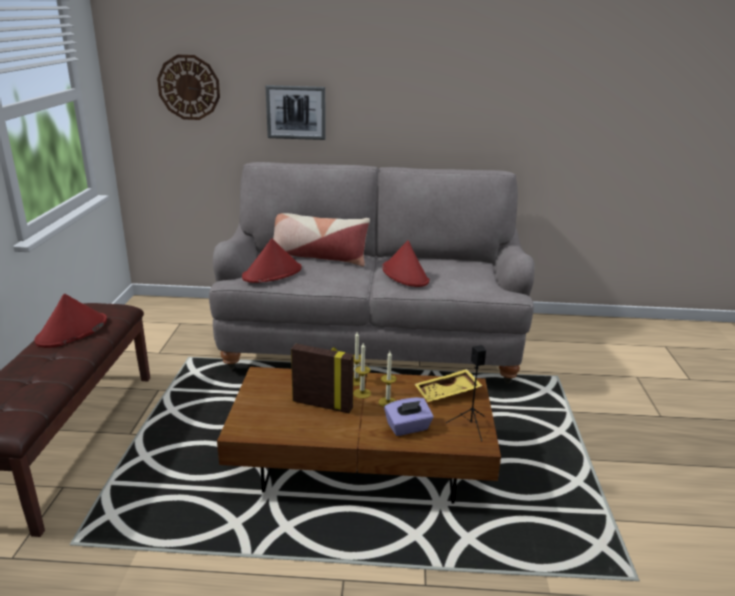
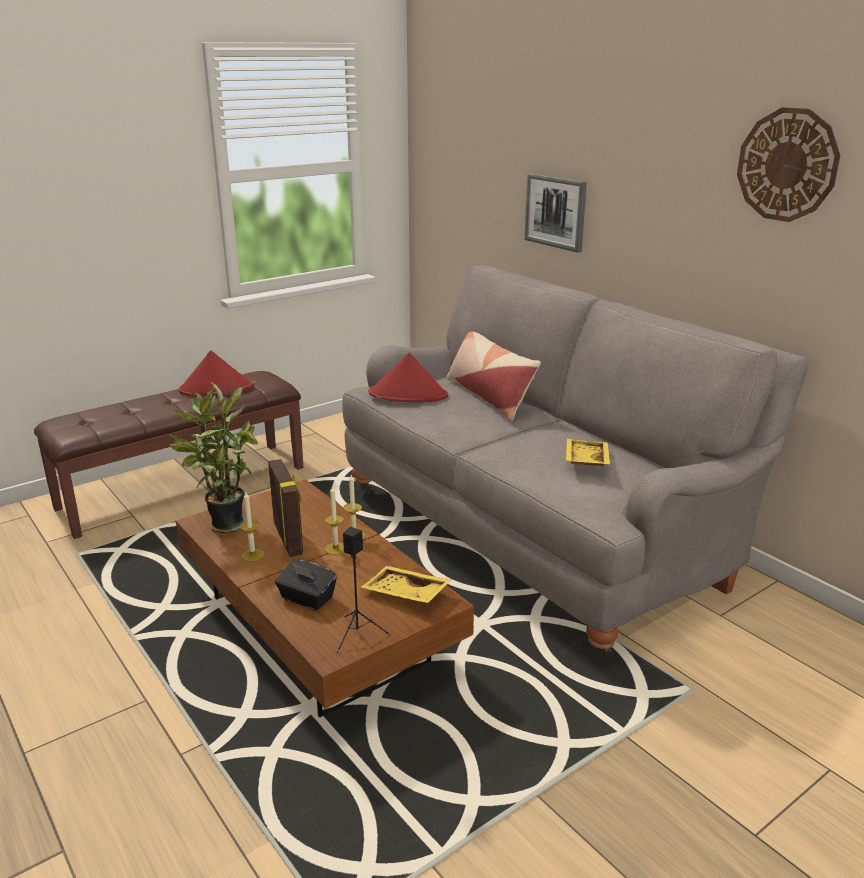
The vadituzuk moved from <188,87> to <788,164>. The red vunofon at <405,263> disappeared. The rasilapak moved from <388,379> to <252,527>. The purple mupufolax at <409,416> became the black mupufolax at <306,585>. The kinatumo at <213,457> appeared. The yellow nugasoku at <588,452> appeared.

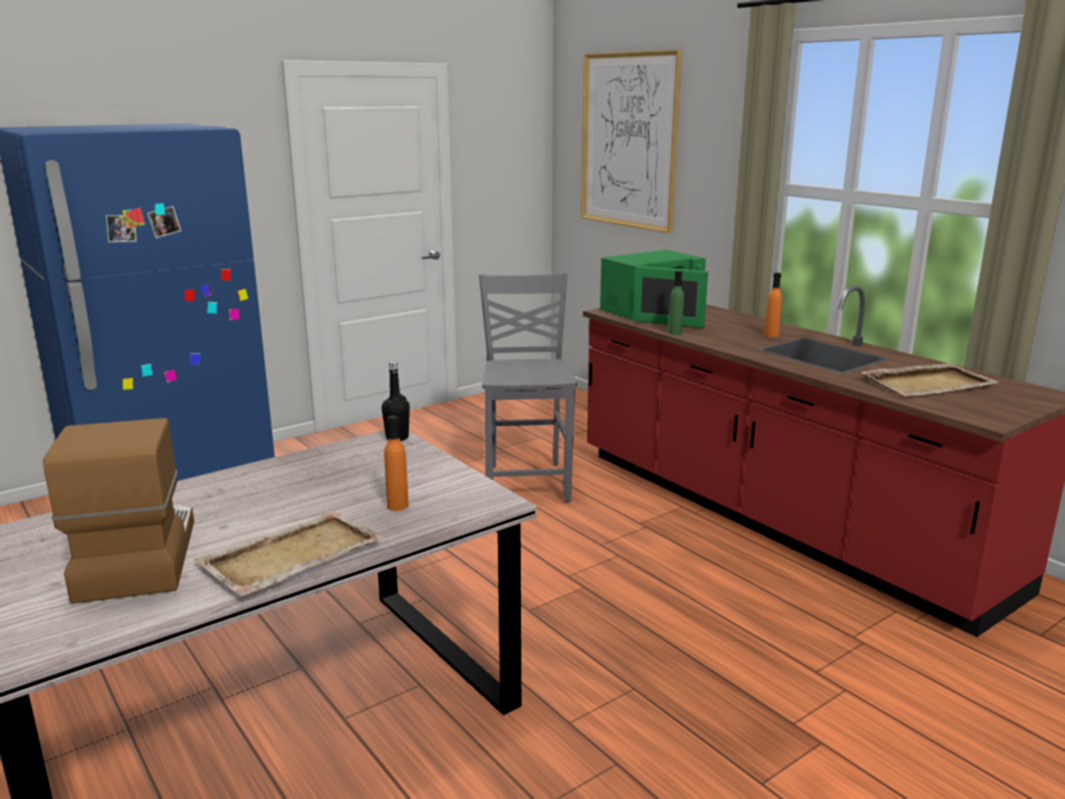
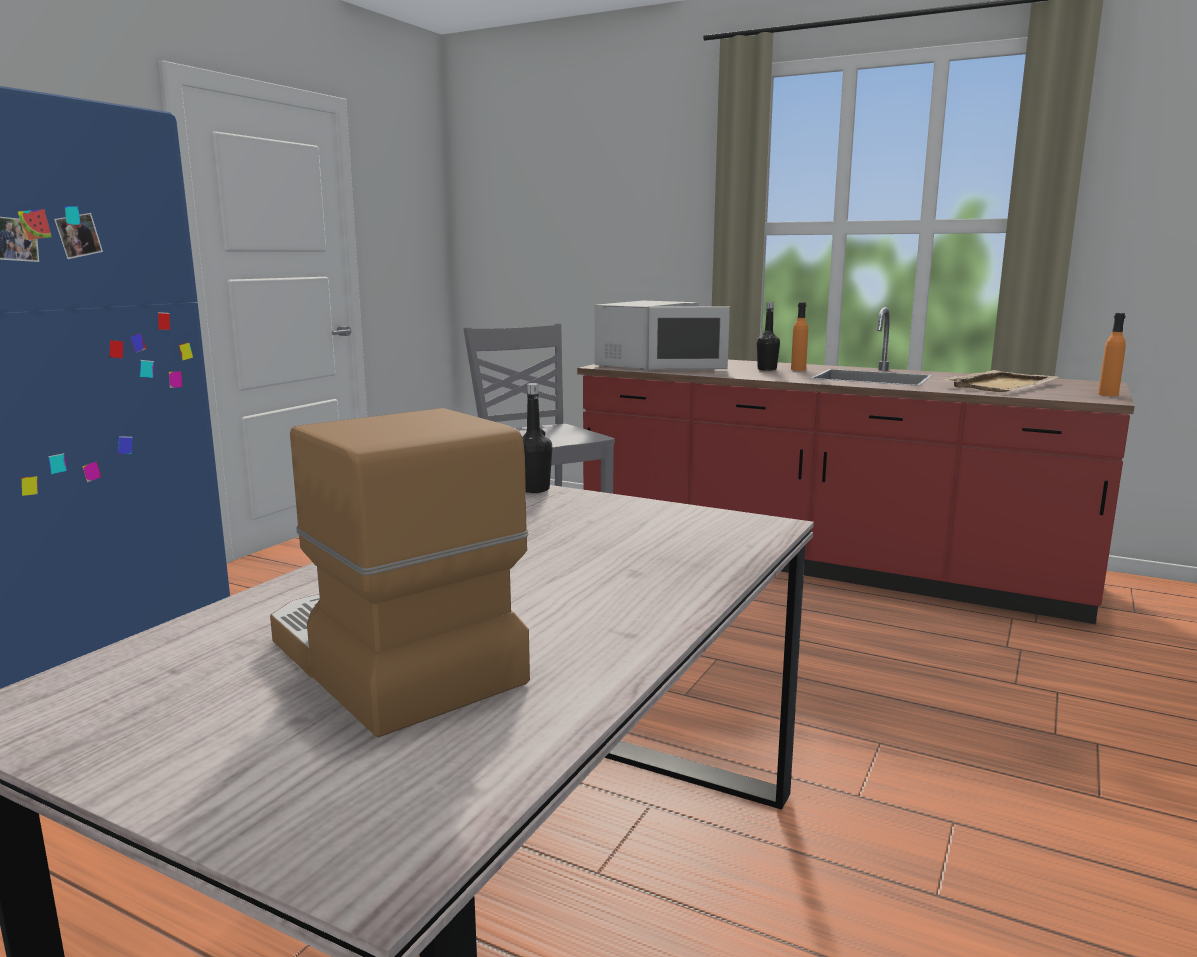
The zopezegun at <631,141> disappeared. The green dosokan at <654,289> became the white dosokan at <662,335>. The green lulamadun at <676,303> disappeared. The orange lulamadun moved from <396,463> to <1112,354>. The beige nugasoku at <289,553> disappeared. The black lulamadun at <768,336> appeared.

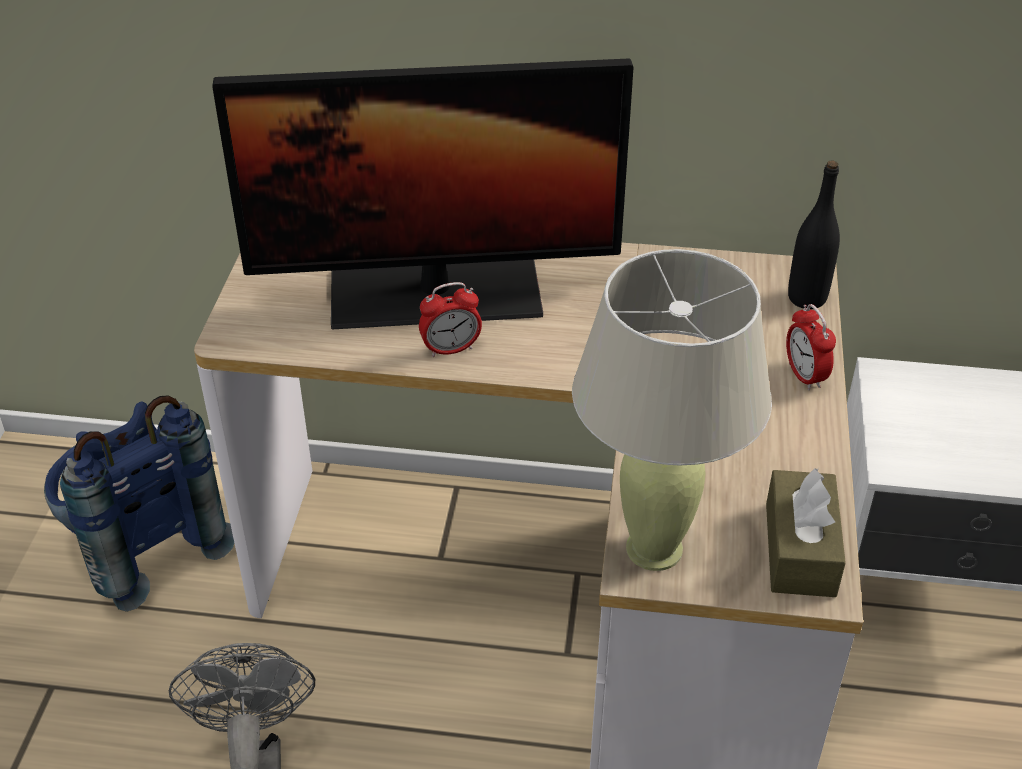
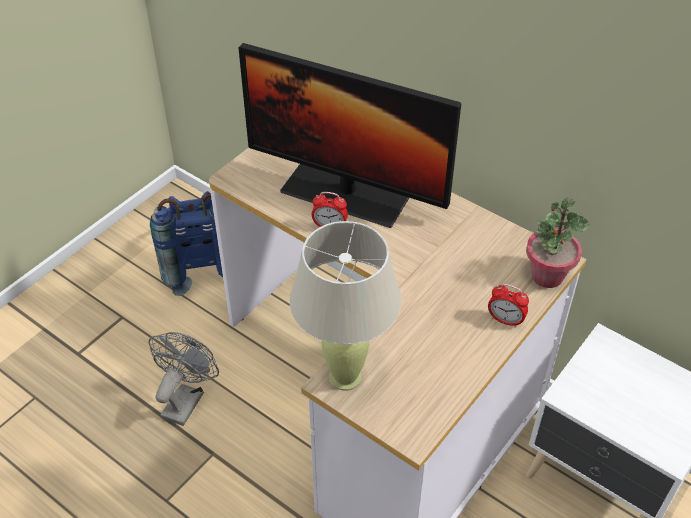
The black lulamadun at <814,234> was replaced by the kinatumo at <558,242>. The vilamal at <811,347> turned 75 degrees counterclockwise. The brown mupufolax at <806,532> disappeared.

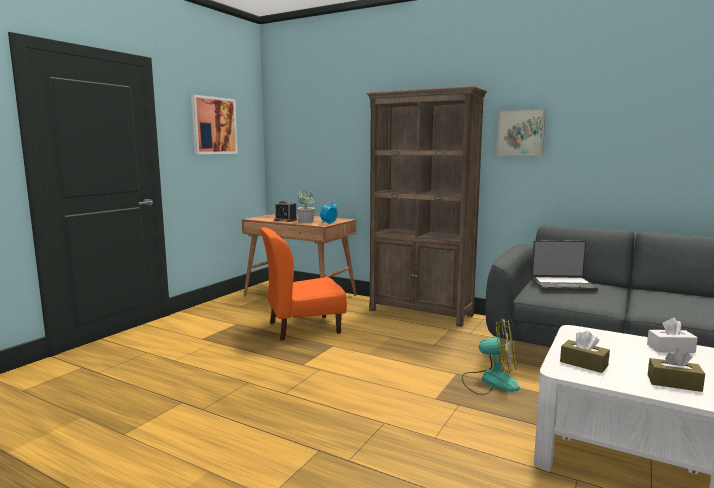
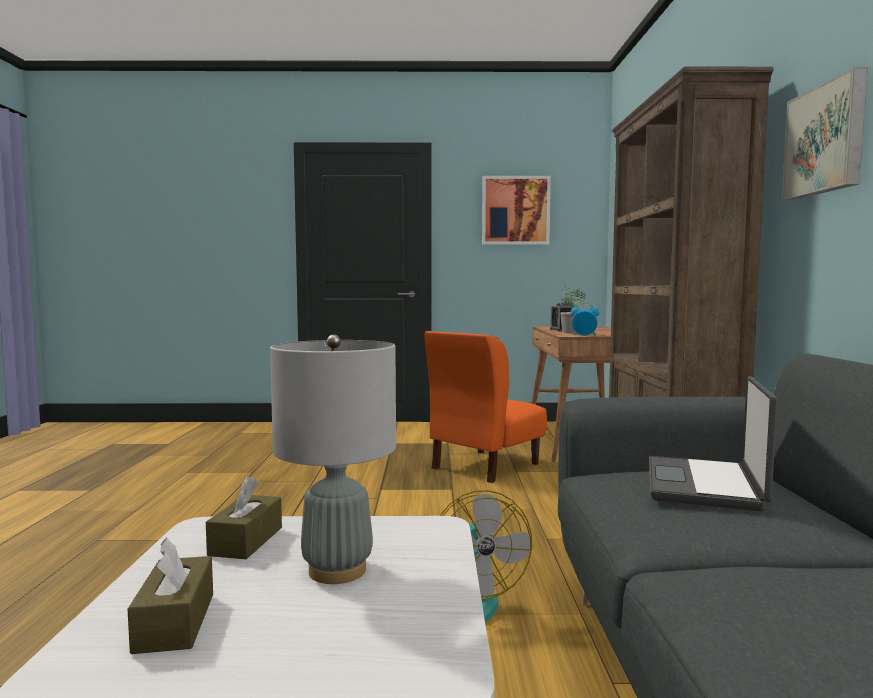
The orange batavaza at <303,284> turned 90 degrees counterclockwise. The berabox at <564,265> turned 45 degrees clockwise. The white mupufolax at <672,335> disappeared. The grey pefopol at <333,459> appeared.

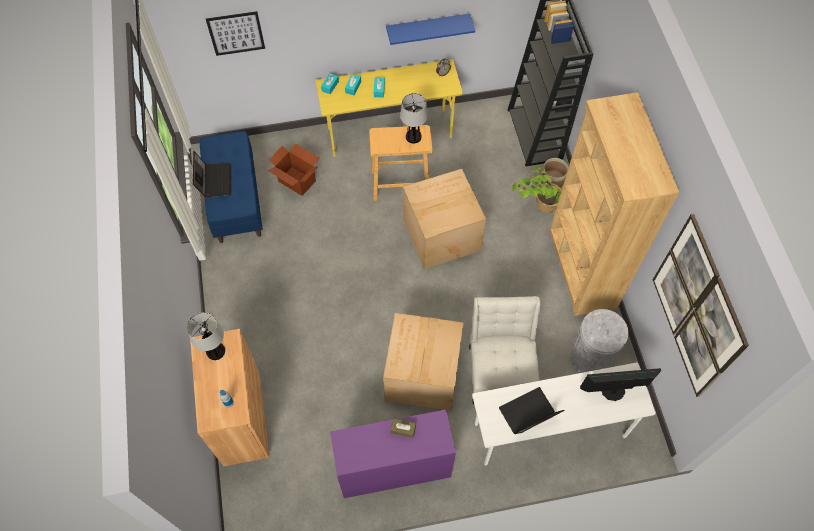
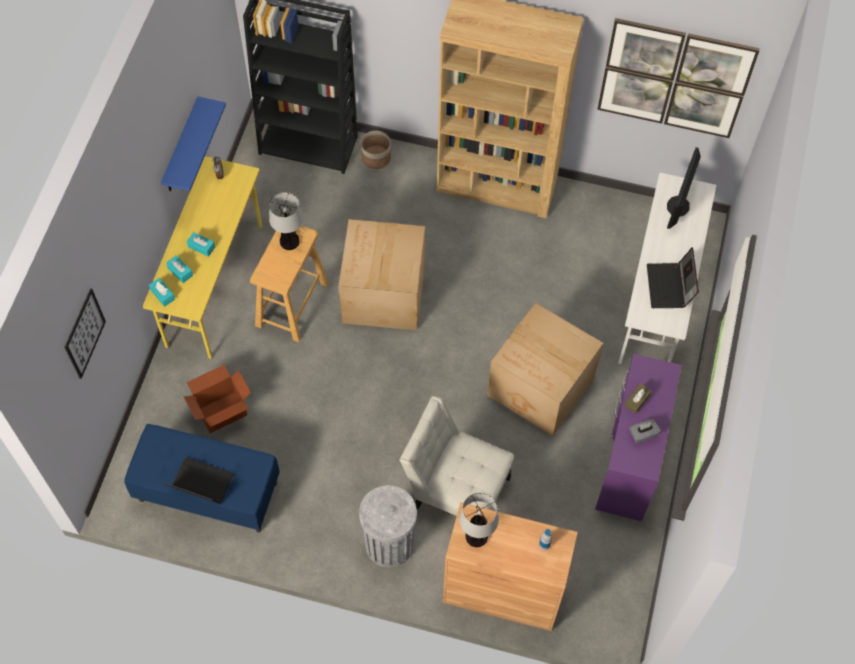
The kinatumo at <537,189> disappeared. The white batavaza moved from <505,350> to <457,456>. The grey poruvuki moved from <599,341> to <388,526>. The grey mupufolax at <645,431> appeared.

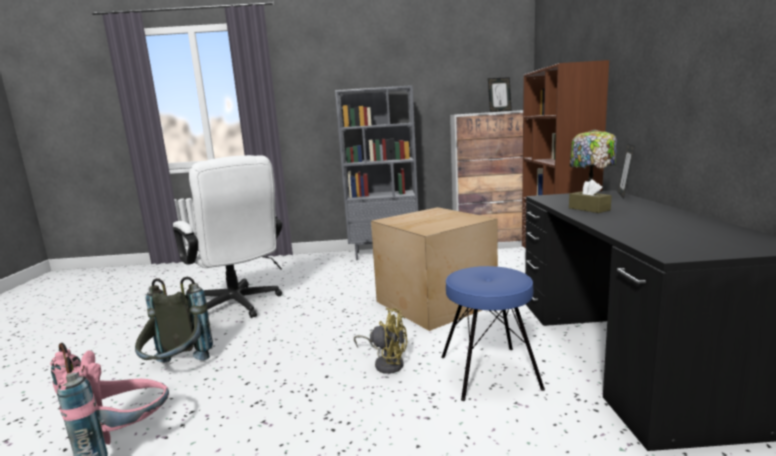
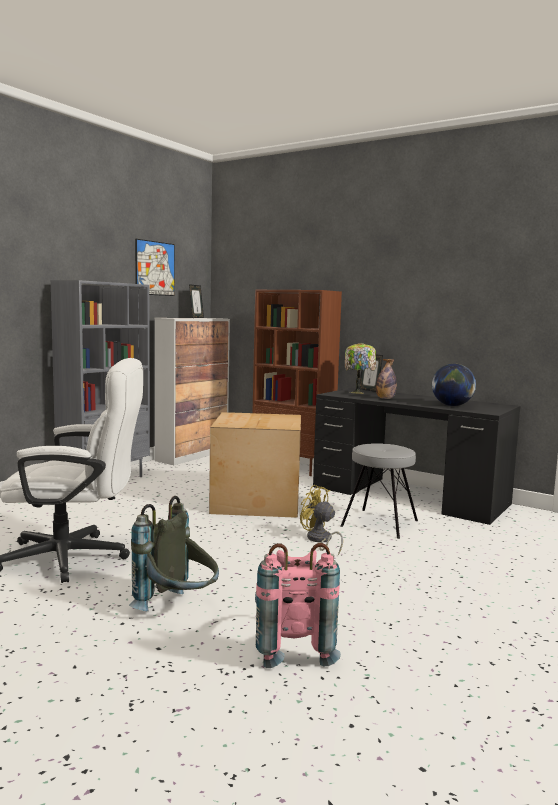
The brown mupufolax at <590,196> was replaced by the lulamadun at <386,379>. The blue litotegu at <493,333> became the grey litotegu at <379,491>. The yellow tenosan at <380,341> turned 105 degrees counterclockwise. The zopezegun at <155,267> appeared. The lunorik at <454,384> appeared.

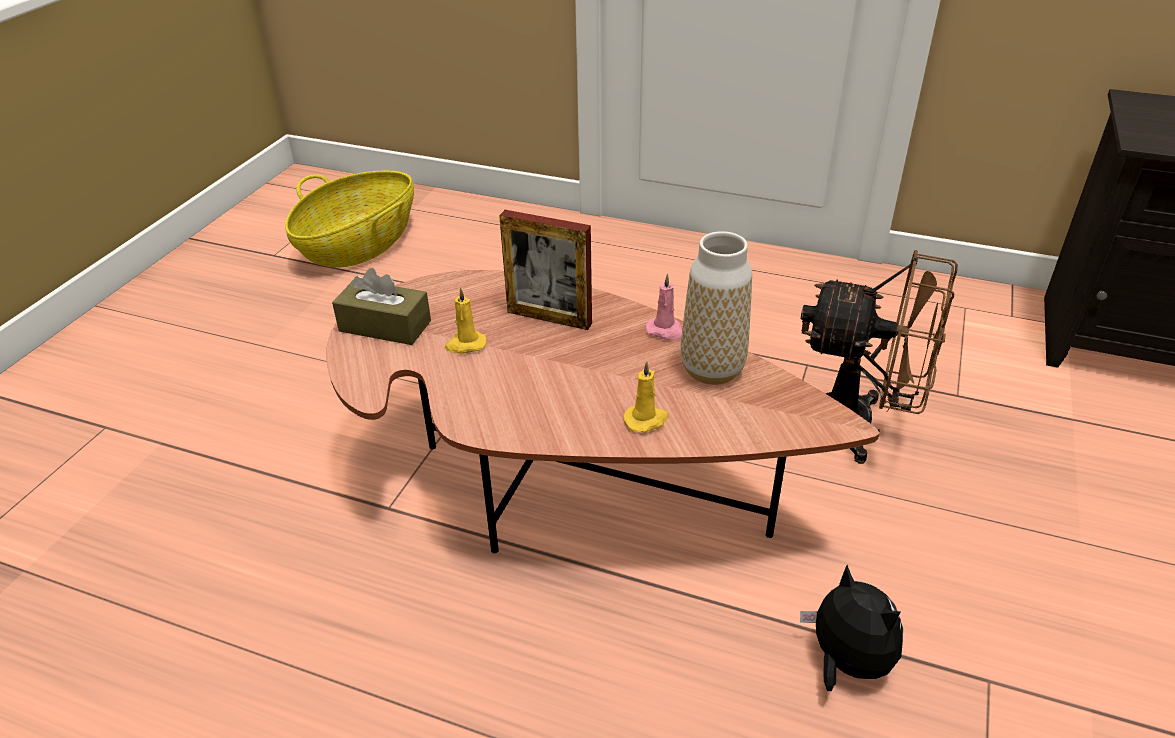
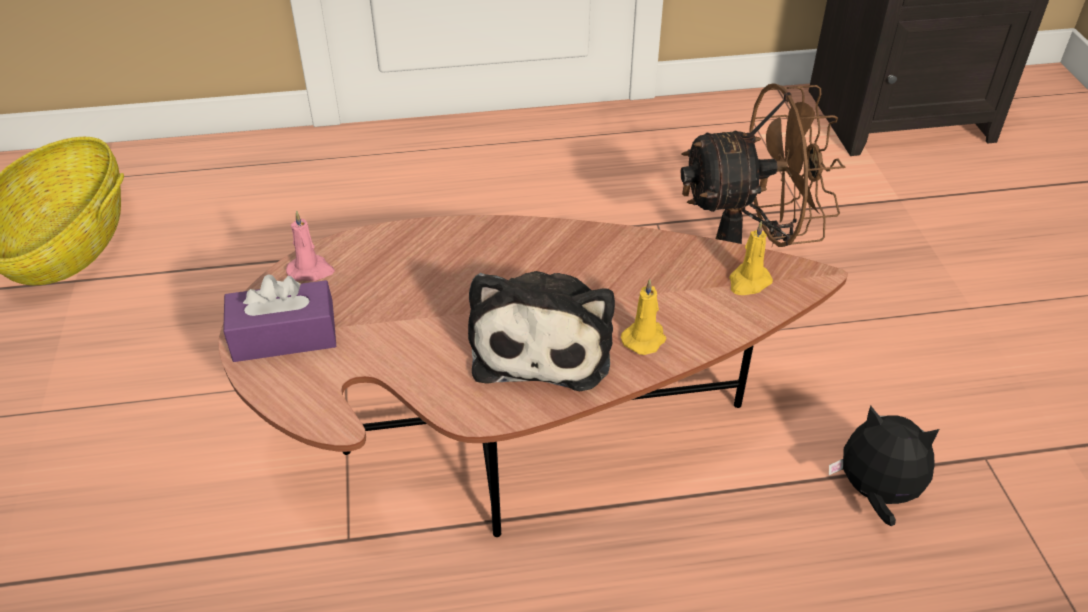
The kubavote at <545,270> disappeared. The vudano at <716,308> disappeared. The brown mupufolax at <381,306> became the purple mupufolax at <279,318>. The pink rasilapak moved from <664,306> to <310,245>. The yellow rasilapak moved from <466,320> to <751,258>. The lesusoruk at <541,331> appeared.

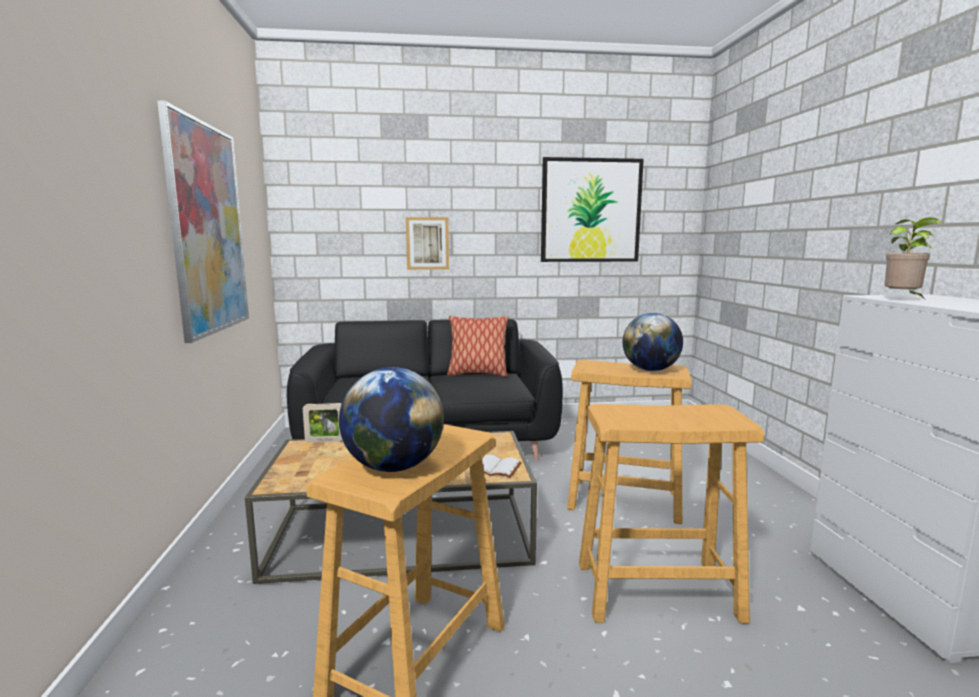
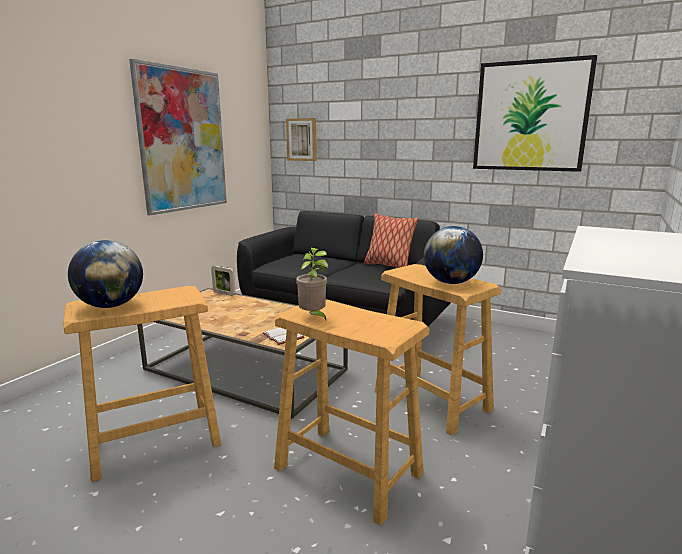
The zopezegun moved from <427,243> to <301,139>. The kinatumo moved from <913,258> to <312,284>.

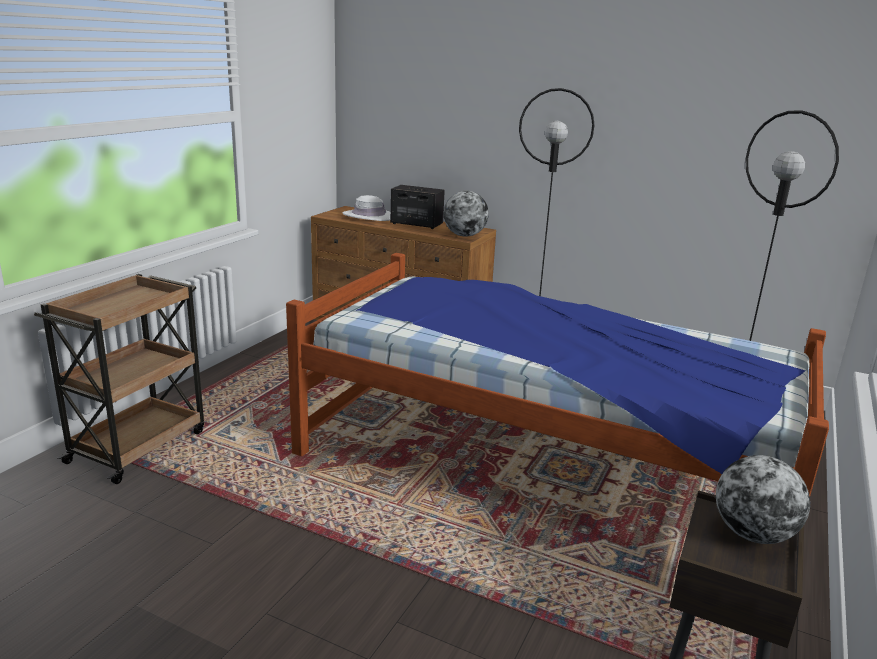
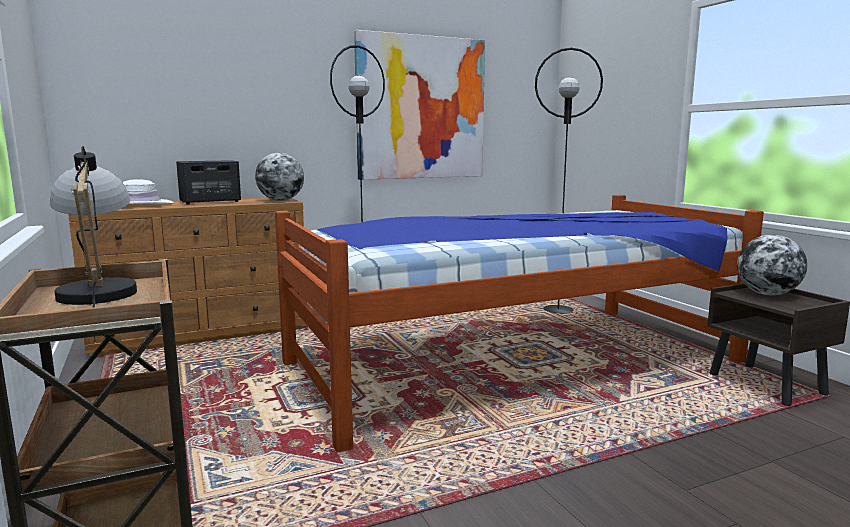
The zopezegun at <419,105> appeared. The pefopol at <93,227> appeared.

